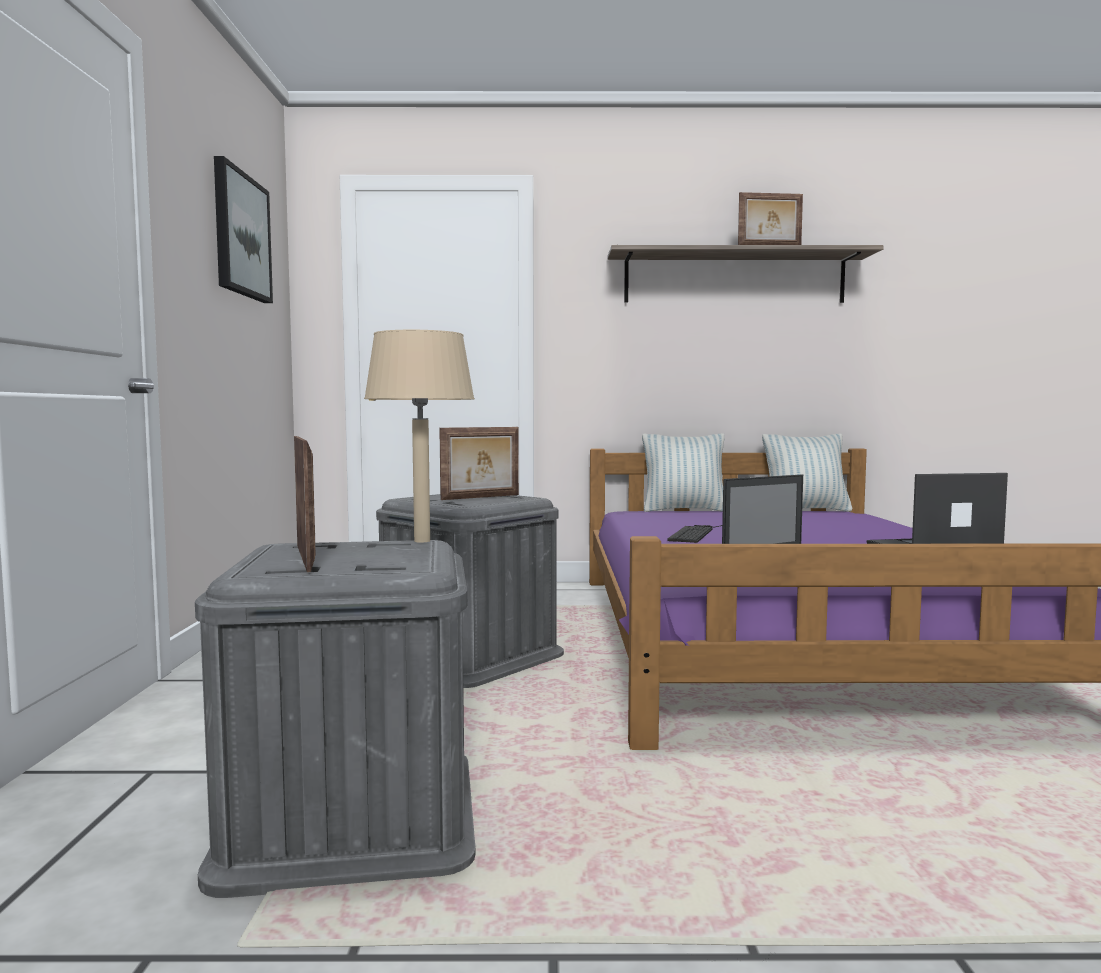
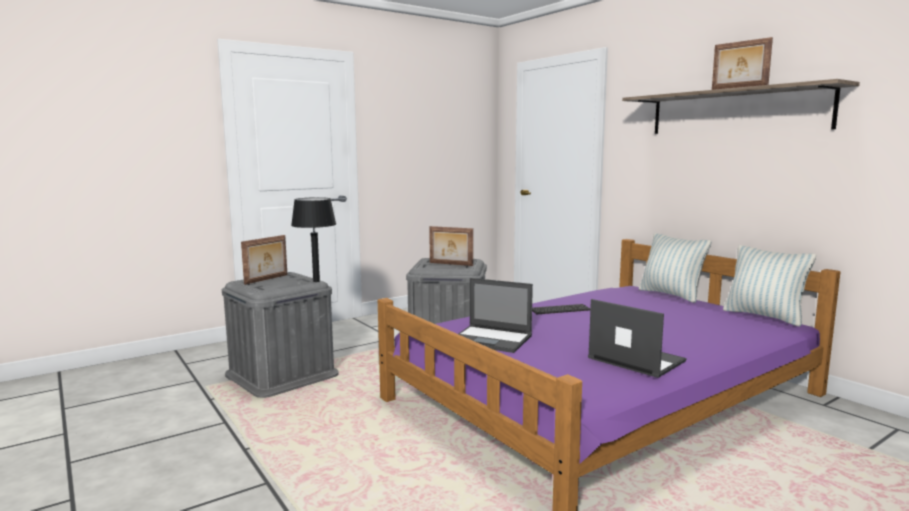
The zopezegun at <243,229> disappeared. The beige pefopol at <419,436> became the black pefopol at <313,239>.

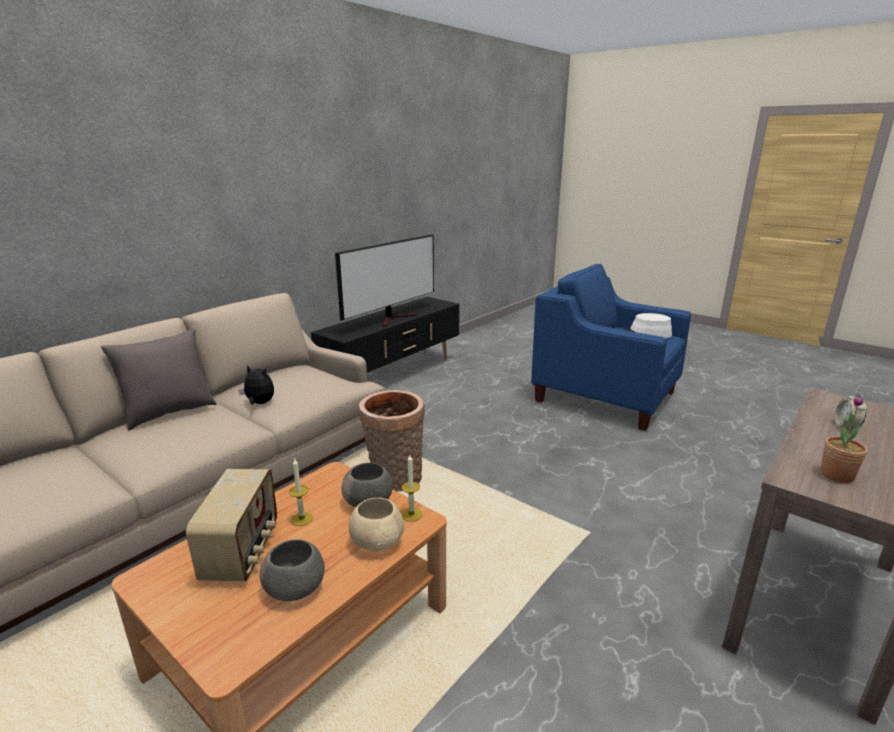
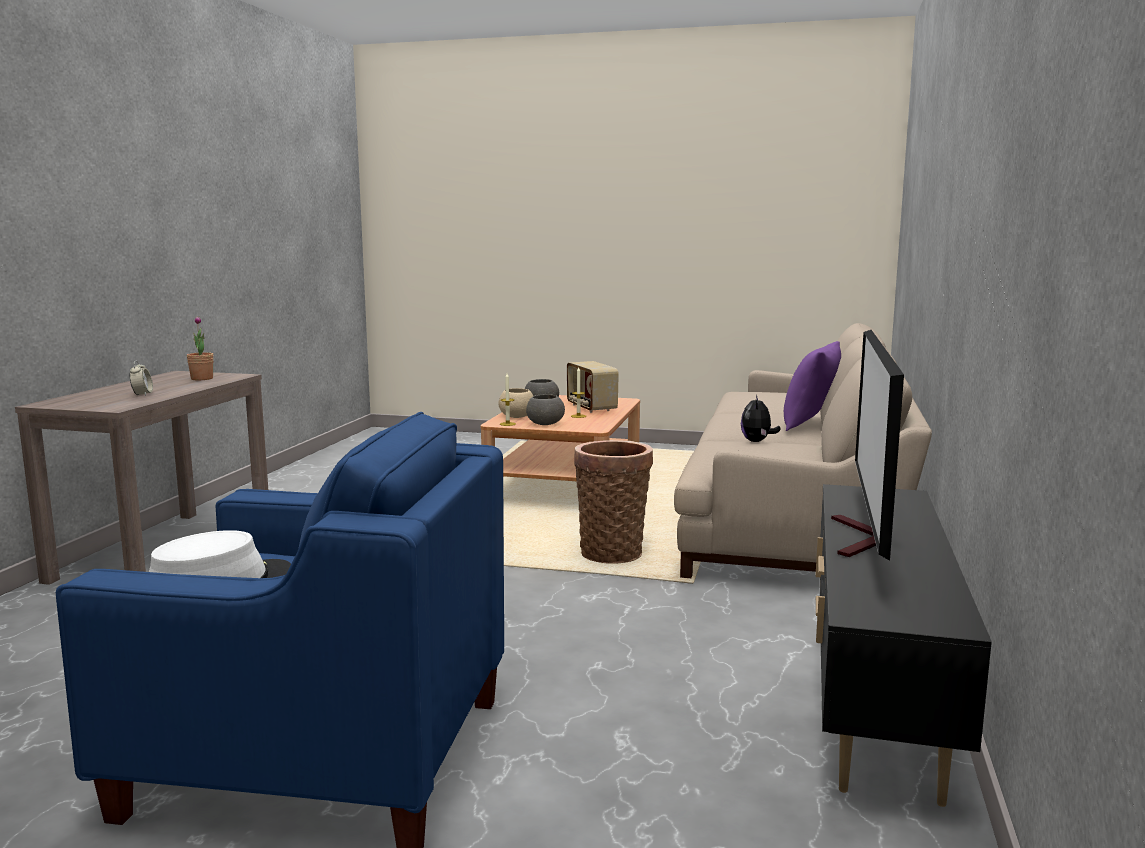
The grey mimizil at <159,379> became the purple mimizil at <812,386>. The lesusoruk at <256,385> turned 105 degrees clockwise.

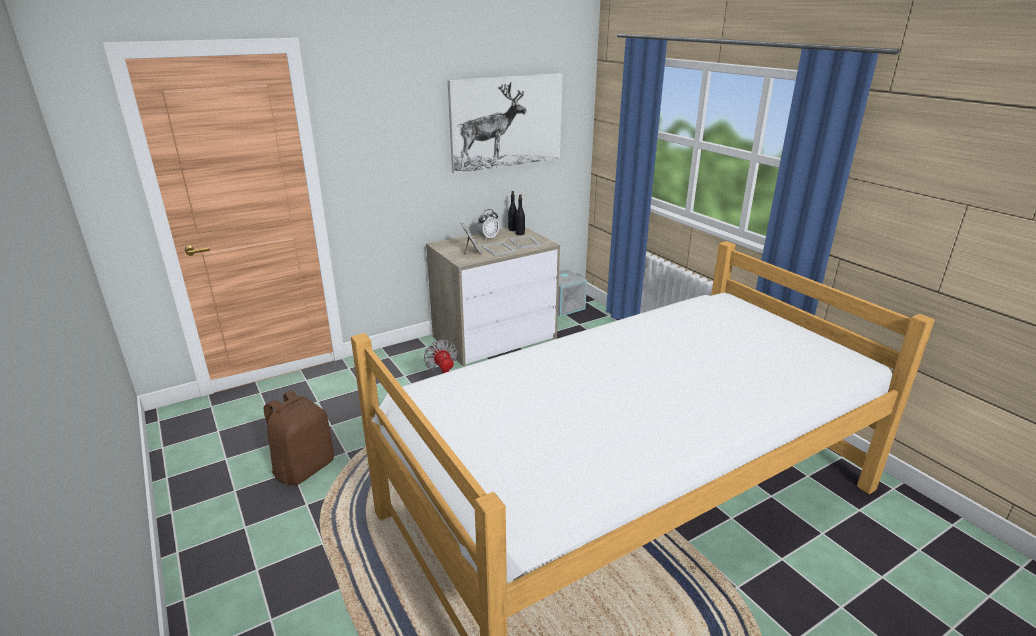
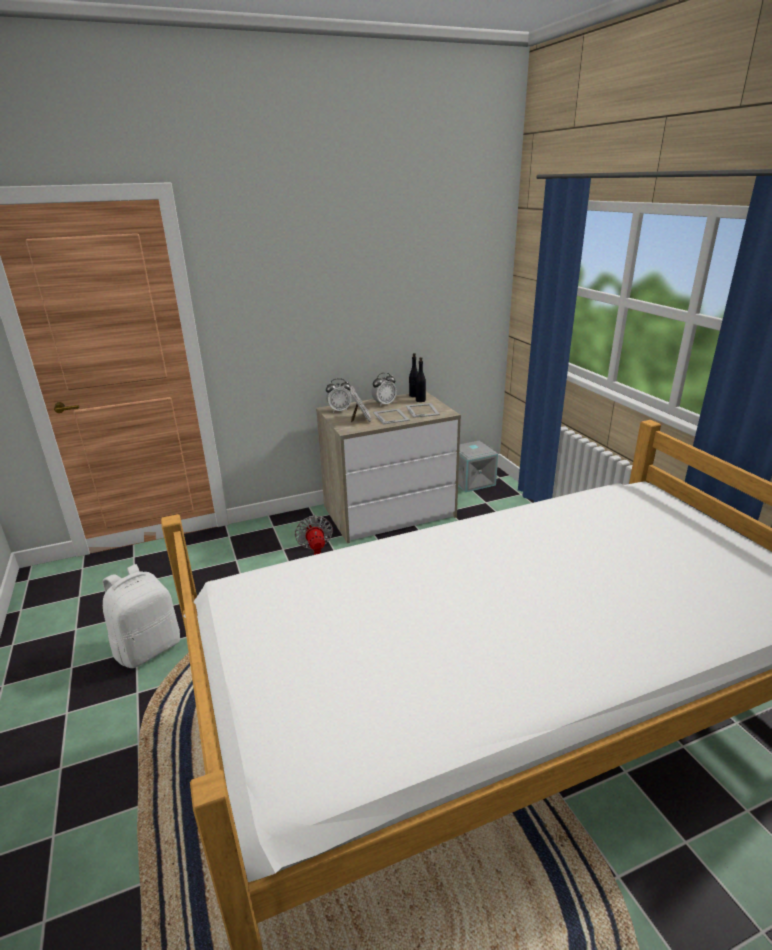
The zopezegun at <505,123> disappeared. The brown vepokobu at <299,437> became the white vepokobu at <141,616>. The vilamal at <338,395> appeared.

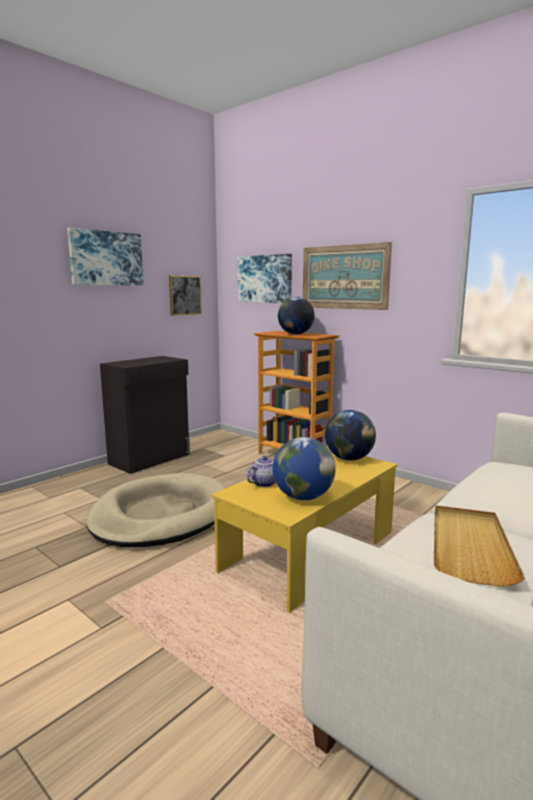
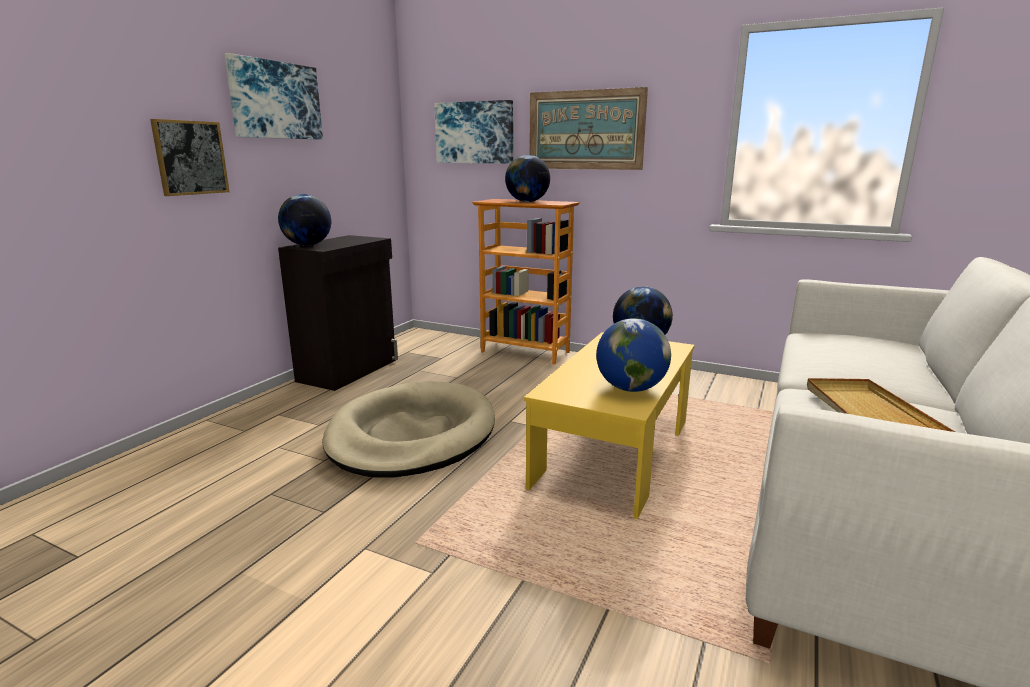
The zopezegun moved from <185,296> to <190,157>. The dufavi at <261,471> disappeared. The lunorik at <304,220> appeared.

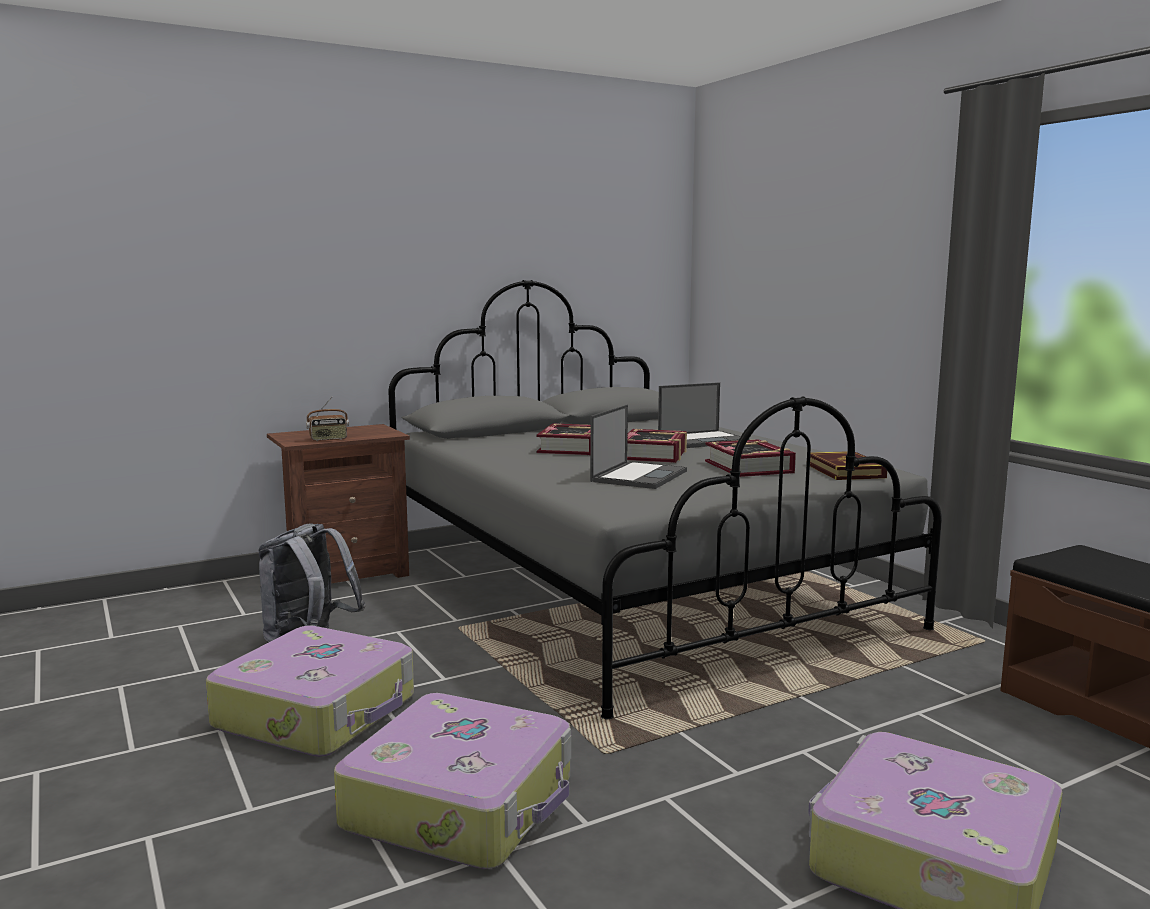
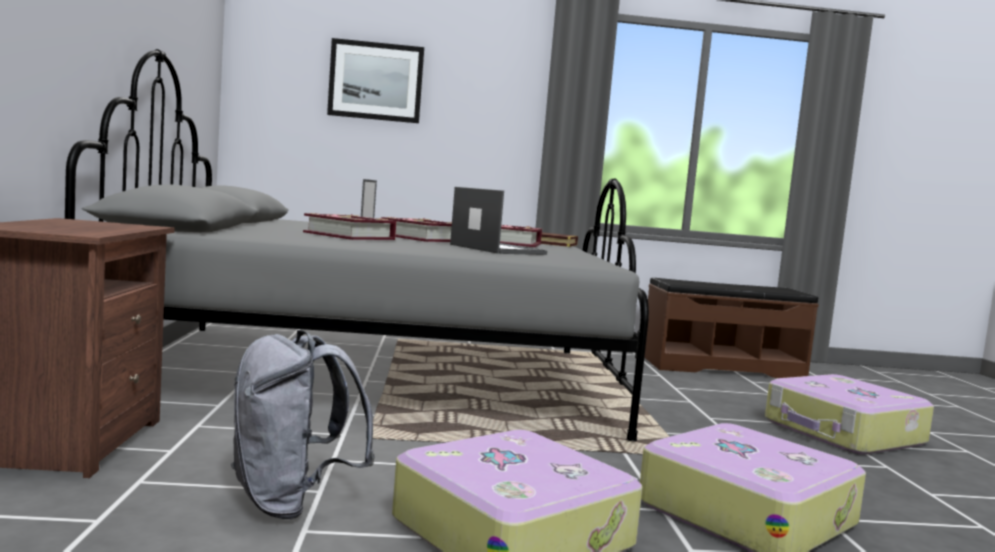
The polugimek at <327,419> disappeared. The zopezegun at <375,80> appeared.

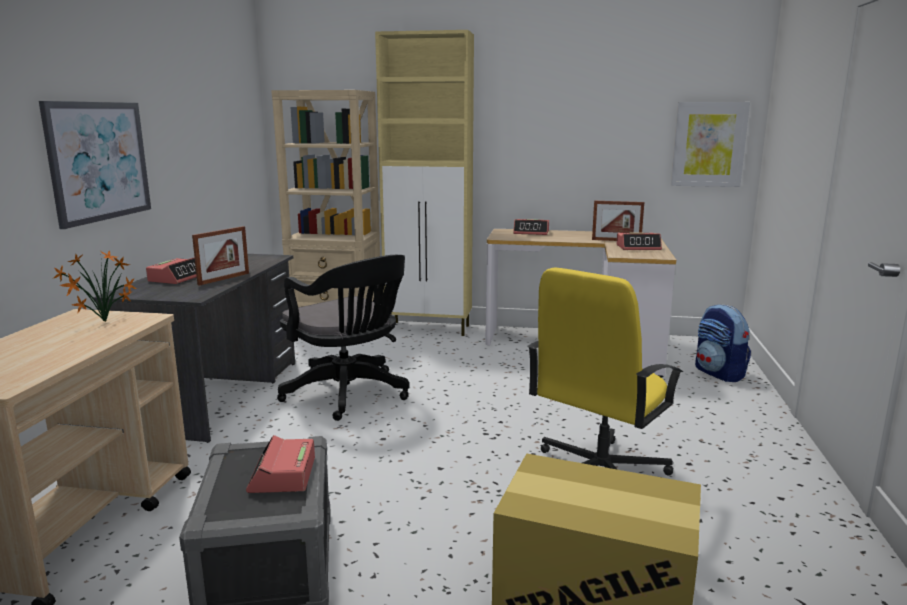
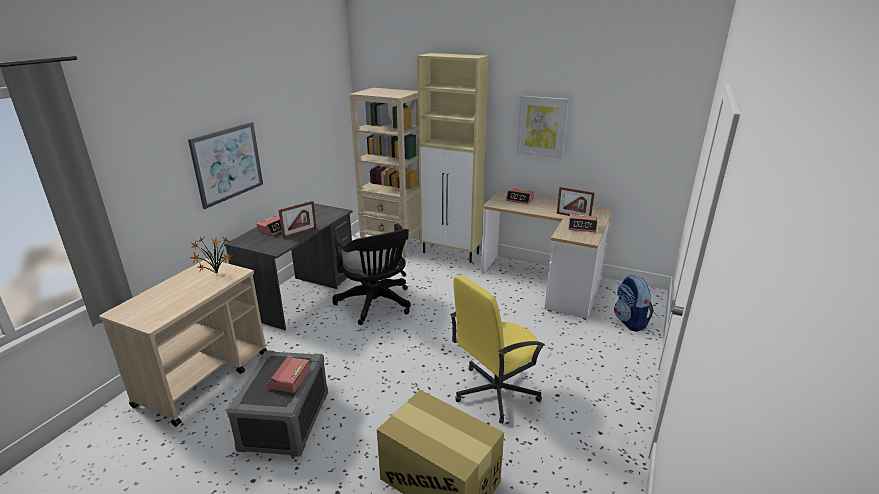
The zopezegun moved from <710,144> to <543,127>.

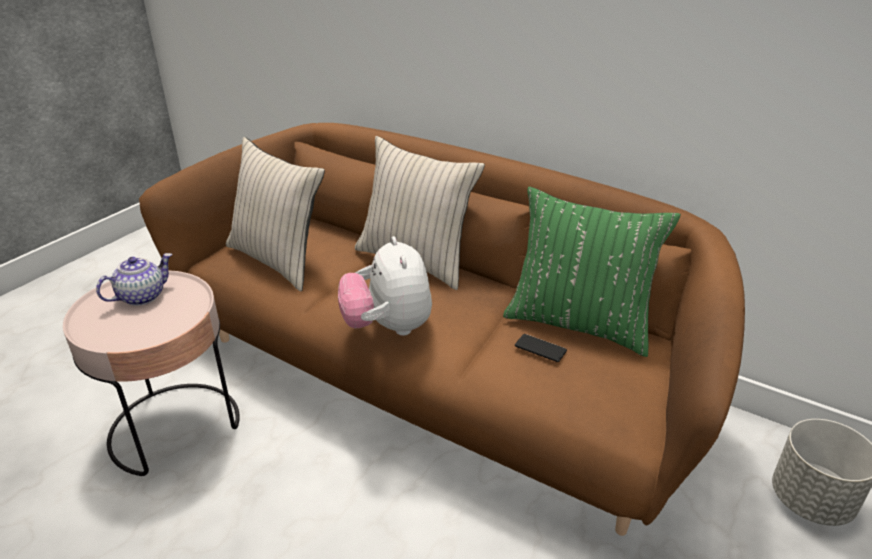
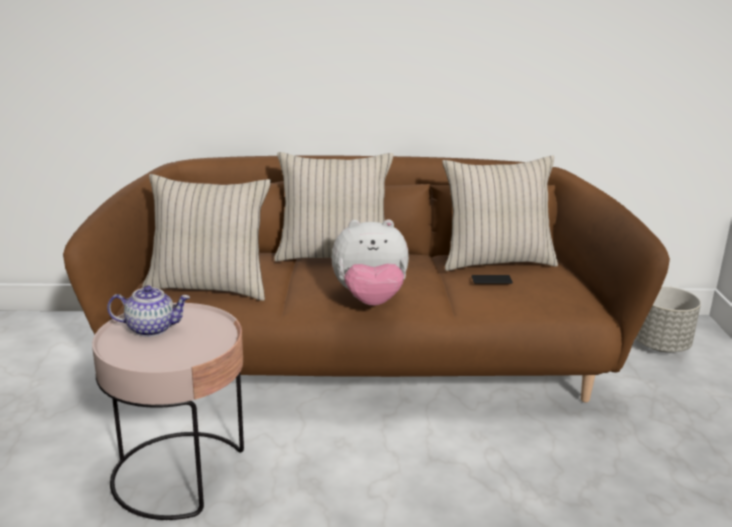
The green mimizil at <592,272> became the beige mimizil at <500,213>. The lesusoruk at <385,286> turned 45 degrees counterclockwise. The dufavi at <134,279> turned 75 degrees clockwise.

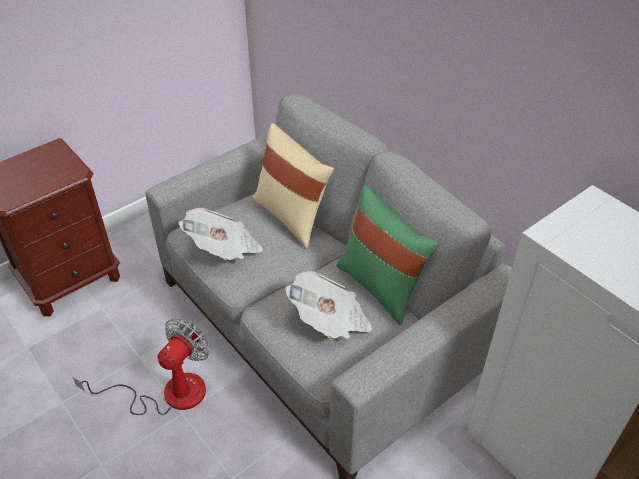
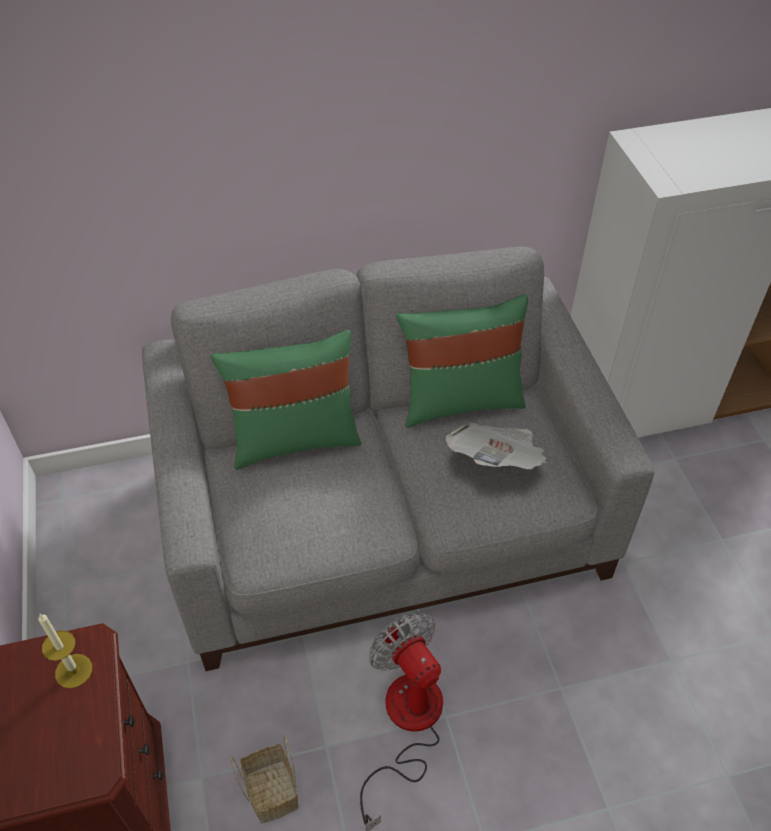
The beige mimizil at <293,185> became the green mimizil at <286,400>. The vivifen at <220,234> disappeared. The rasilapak at <65,651> appeared. The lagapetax at <264,779> appeared.

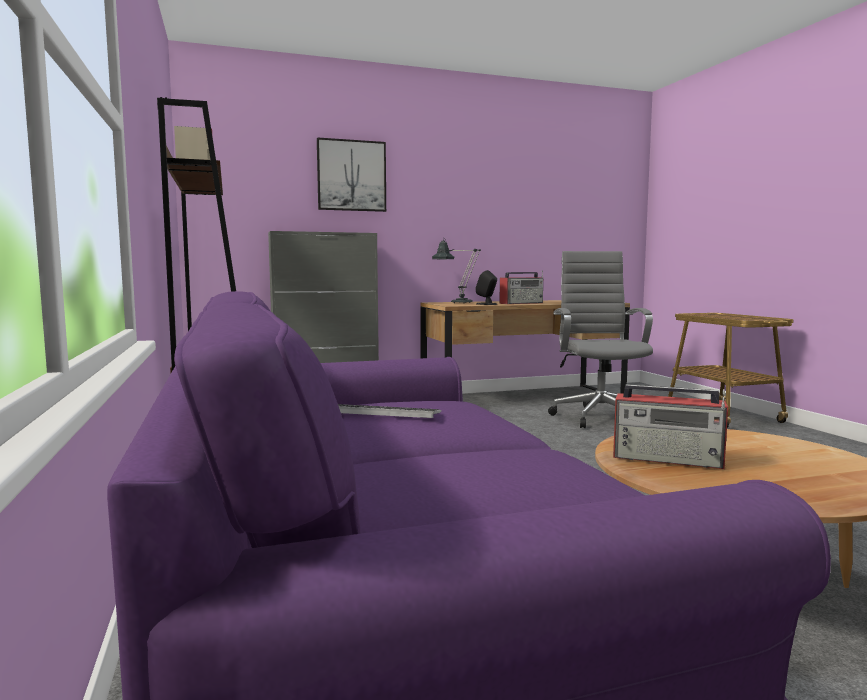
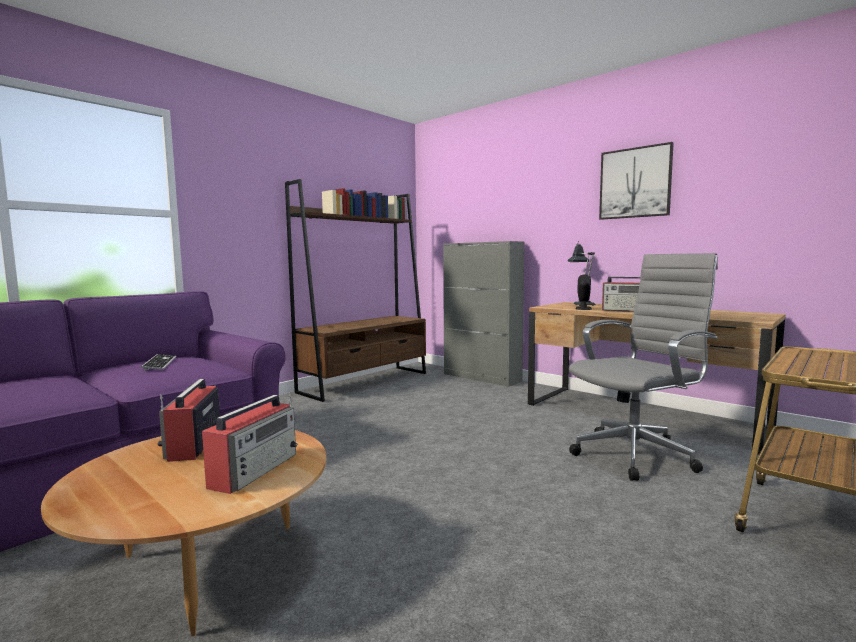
The zopezegun moved from <351,174> to <636,181>. The polugimek at <250,443> appeared.

